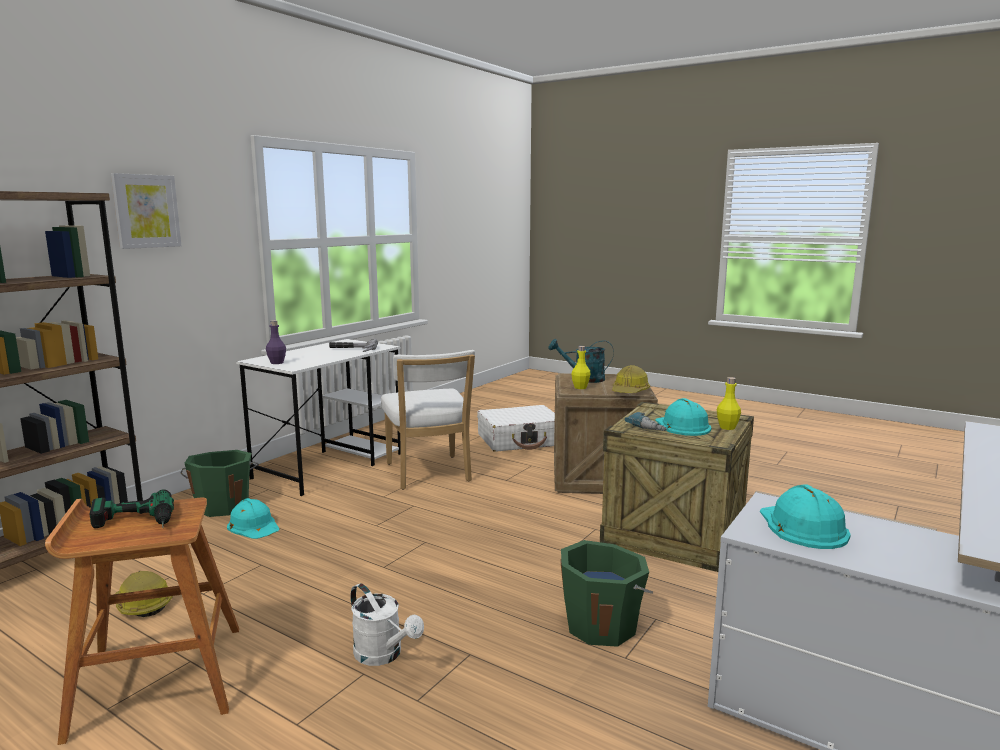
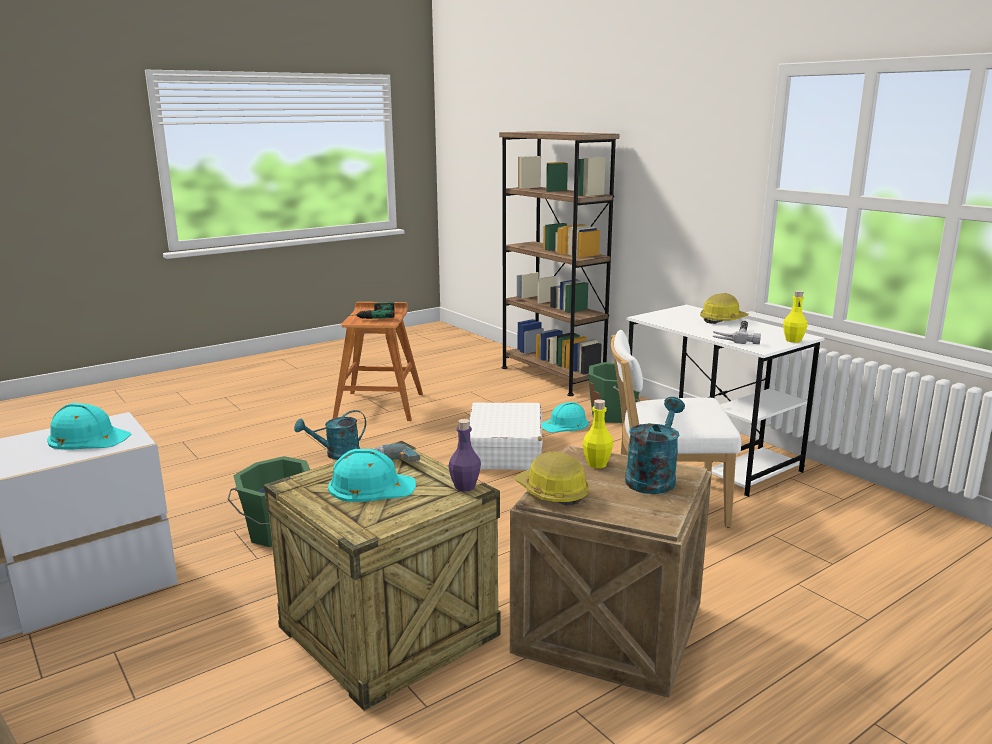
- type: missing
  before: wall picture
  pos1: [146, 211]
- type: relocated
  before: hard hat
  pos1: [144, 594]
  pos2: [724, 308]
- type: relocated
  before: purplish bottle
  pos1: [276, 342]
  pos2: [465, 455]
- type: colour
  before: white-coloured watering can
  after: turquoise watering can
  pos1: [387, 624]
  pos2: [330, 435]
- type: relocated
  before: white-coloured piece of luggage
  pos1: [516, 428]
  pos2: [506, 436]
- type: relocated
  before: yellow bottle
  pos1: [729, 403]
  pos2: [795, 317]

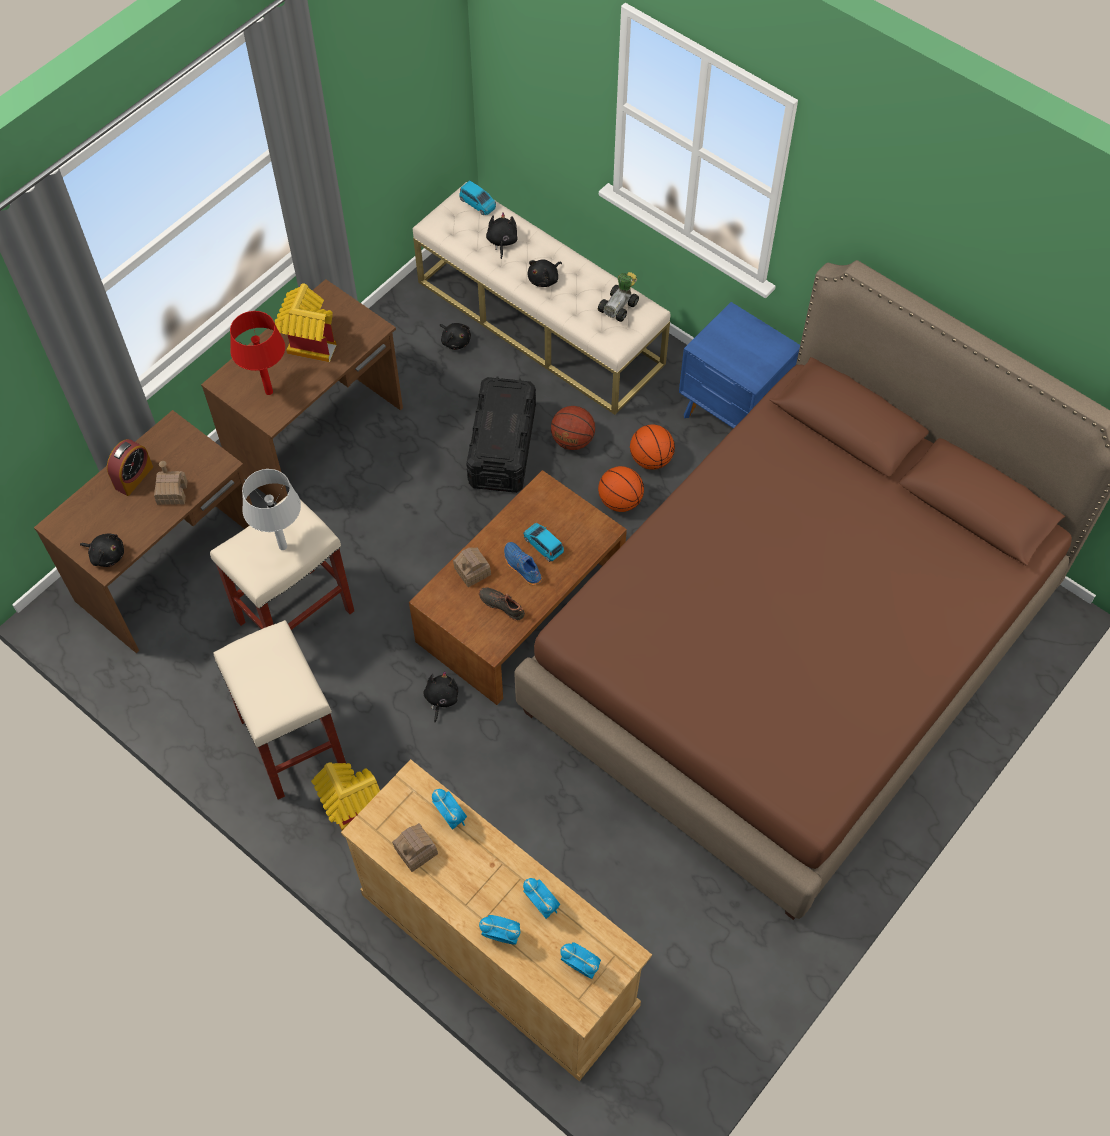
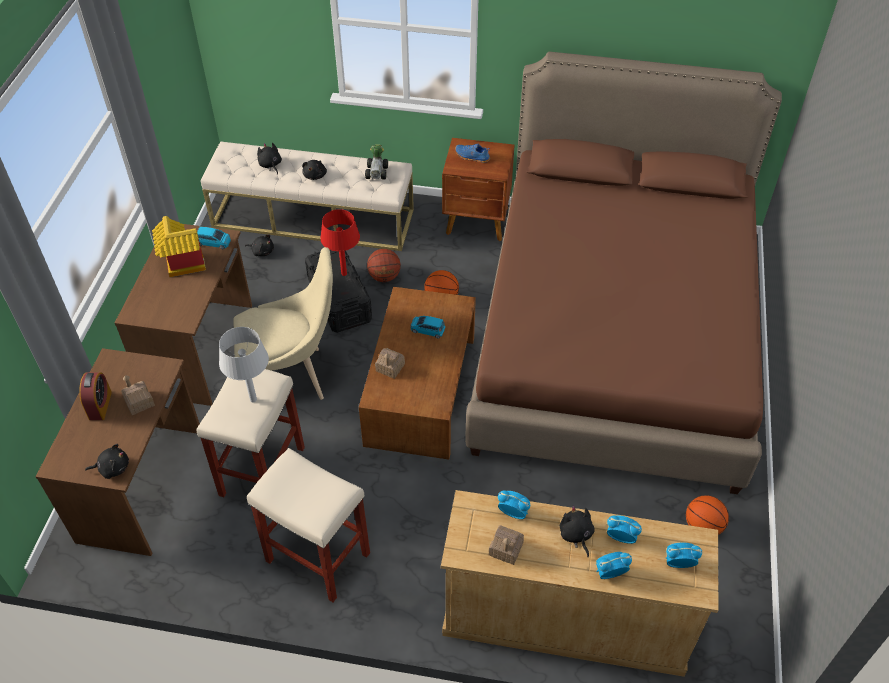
- type: relocated
  before: red-coloured lamp for a table
  pos1: [257, 353]
  pos2: [340, 242]
- type: missing
  before: miniature house
  pos1: [345, 796]
- type: relocated
  before: black cuddly toy
  pos1: [440, 696]
  pos2: [577, 531]
- type: relocated
  before: blue toy car
  pos1: [477, 197]
  pos2: [214, 237]
- type: missing
  before: black item of footwear
  pos1: [502, 604]
- type: relocated
  before: blue item of footwear
  pos1: [523, 563]
  pos2: [472, 153]
- type: relocated
  before: basketball ball
  pos1: [652, 447]
  pos2: [707, 515]
- type: colour
  before: blue night table
  after: brownish night table
  pos1: [739, 365]
  pos2: [478, 189]
- type: appeared
  after: beige-coloured plain chair
  pos2: [283, 323]

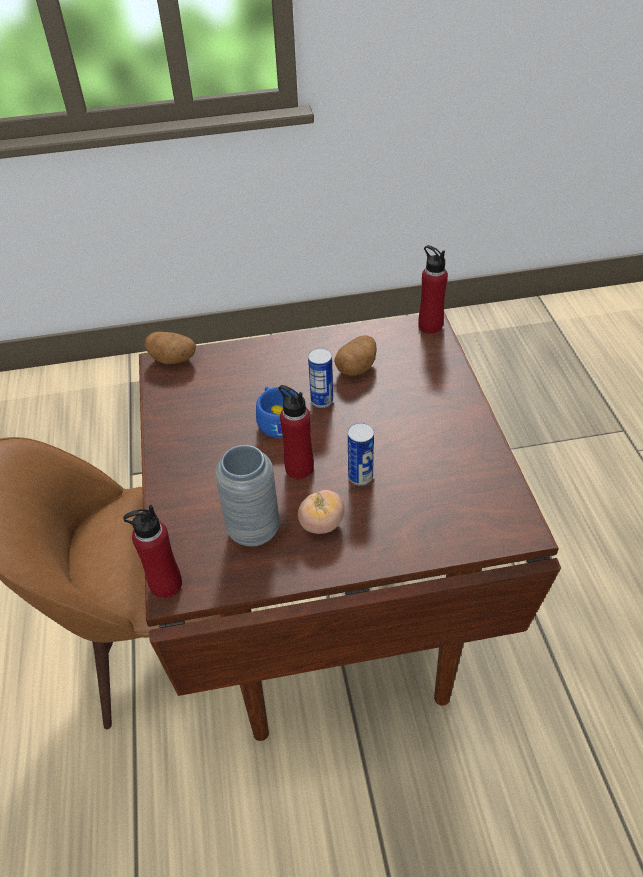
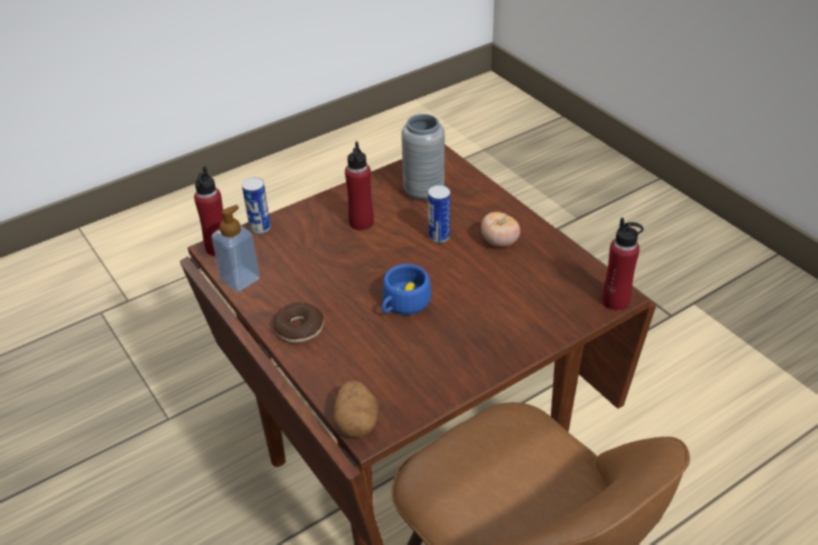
- type: relocated
  before: gray flower vase
  pos1: [247, 496]
  pos2: [423, 157]
- type: relocated
  before: red-coloured bottle
  pos1: [296, 432]
  pos2: [359, 186]
- type: relocated
  before: sealed can
  pos1: [320, 378]
  pos2: [256, 206]
- type: missing
  before: whole potato
  pos1: [355, 355]
- type: appeared
  after: liquid soap bottle
  pos2: [235, 248]
- type: appeared
  after: doughnut
  pos2: [298, 322]

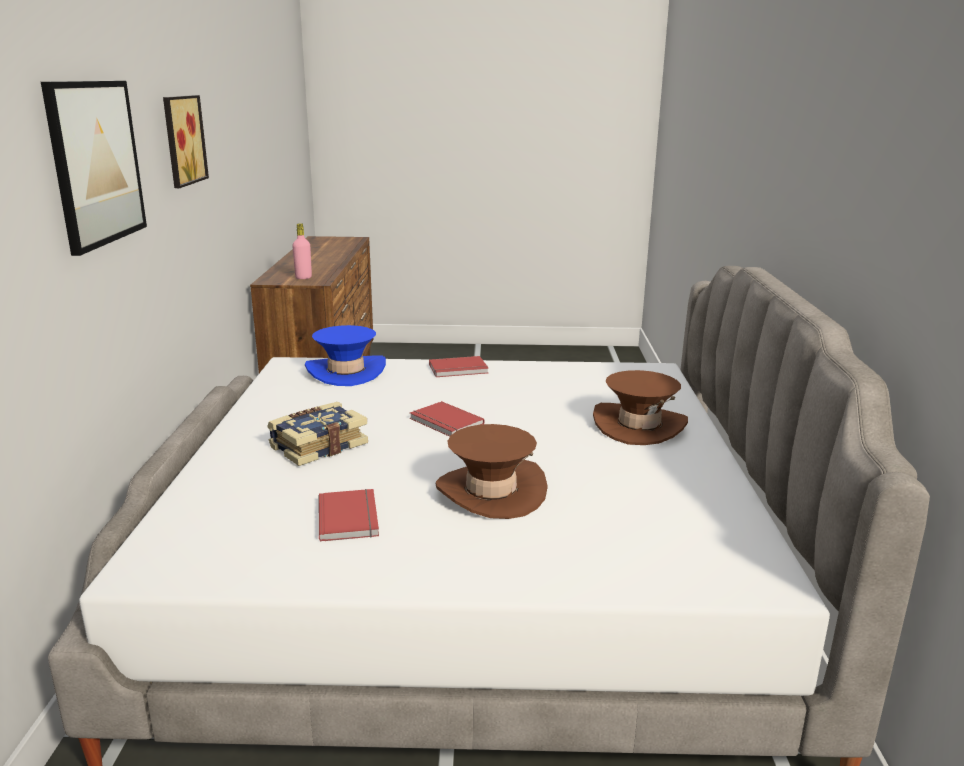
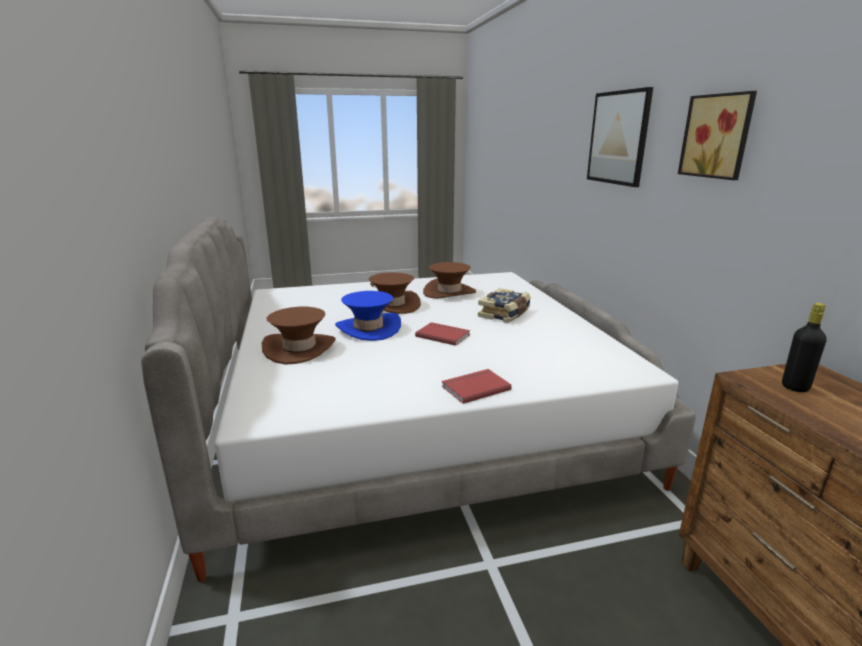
- type: colour
  before: pinkish bottle
  after: black bottle
  pos1: [302, 251]
  pos2: [804, 347]
- type: relocated
  before: blue clothing hat
  pos1: [345, 355]
  pos2: [368, 316]
- type: exchanged
  before: red-coloured bound book
  after: brownish clothing hat
  pos1: [349, 515]
  pos2: [449, 280]

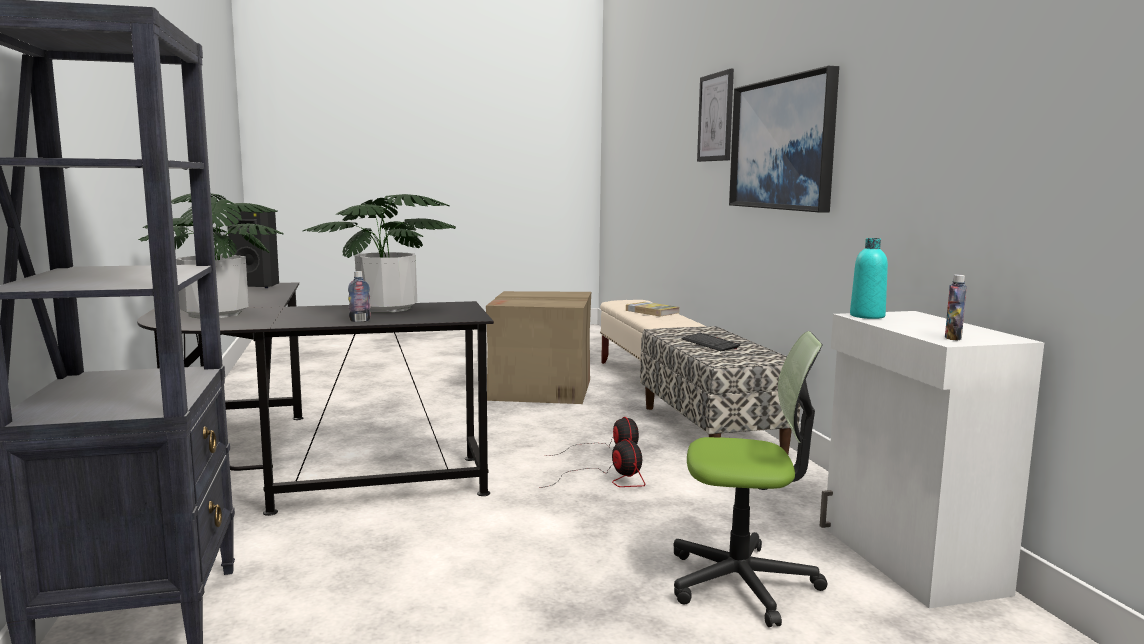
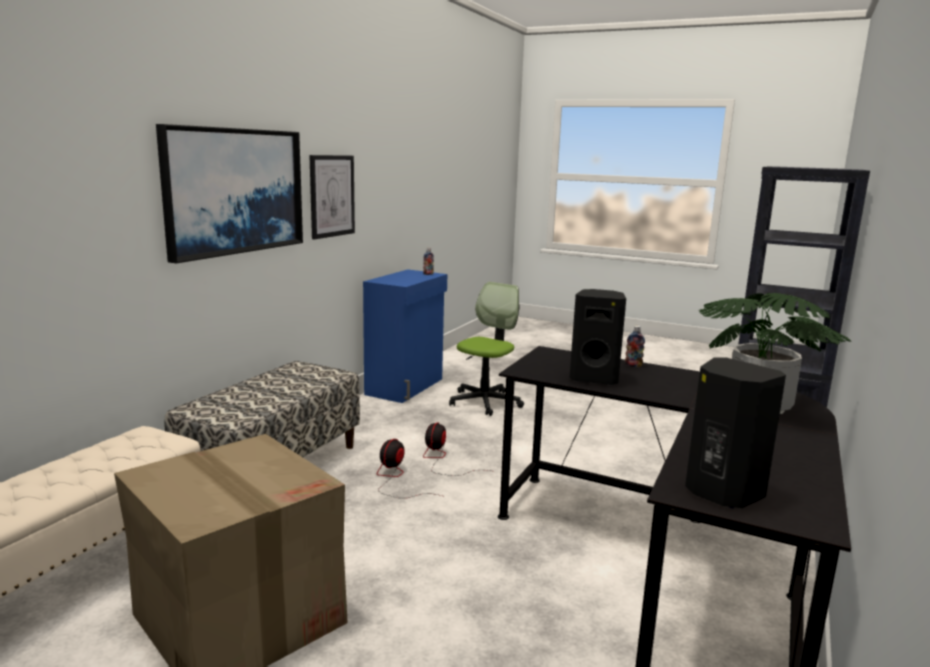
- type: exchanged
  before: potted plant
  after: black speaker
  pos1: [379, 253]
  pos2: [597, 337]
- type: missing
  before: bound book
  pos1: [652, 309]
- type: spun
  before: desk chair
  pos1: [750, 479]
  pos2: [486, 349]
  turn: 75
- type: missing
  before: keyboard
  pos1: [710, 342]
- type: relocated
  before: wall picture
  pos1: [715, 115]
  pos2: [332, 197]
- type: colour
  before: white-coloured cabinet
  after: blue cabinet
  pos1: [932, 460]
  pos2: [405, 336]
- type: missing
  before: turquoise bottle
  pos1: [869, 278]

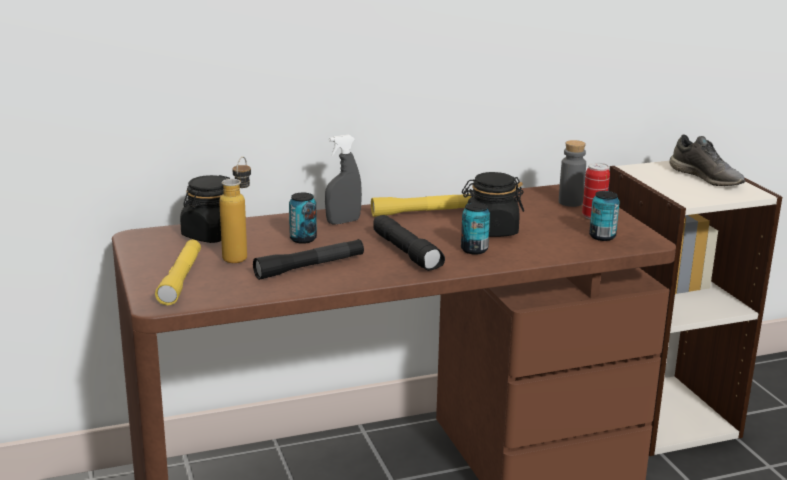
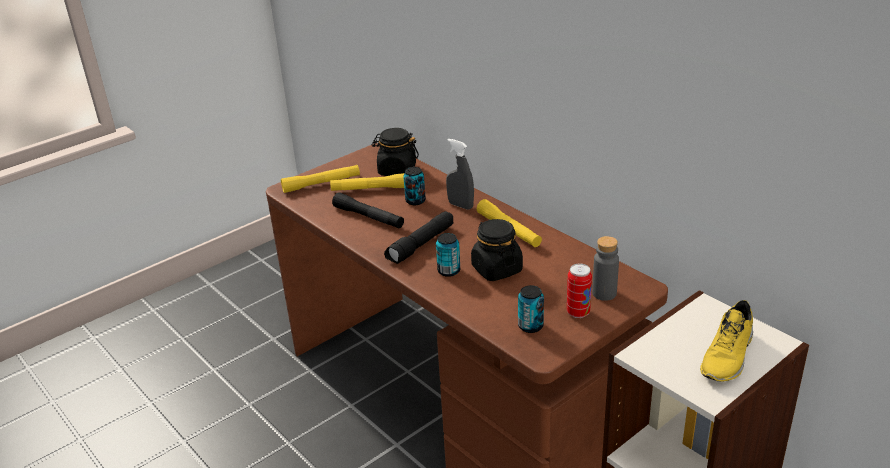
- type: exchanged
  before: bottle
  after: yellow flashlight
  pos1: [235, 210]
  pos2: [367, 182]
- type: colour
  before: gray item of footwear
  after: yellow item of footwear
  pos1: [707, 160]
  pos2: [726, 341]

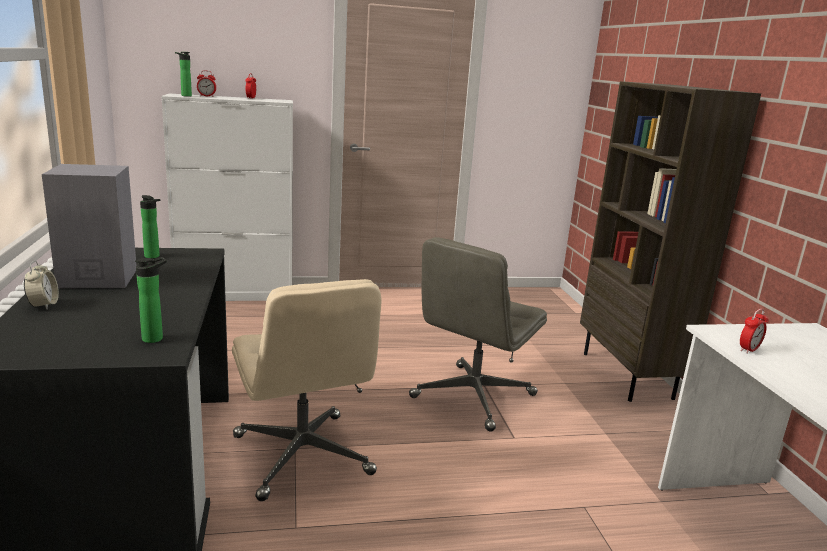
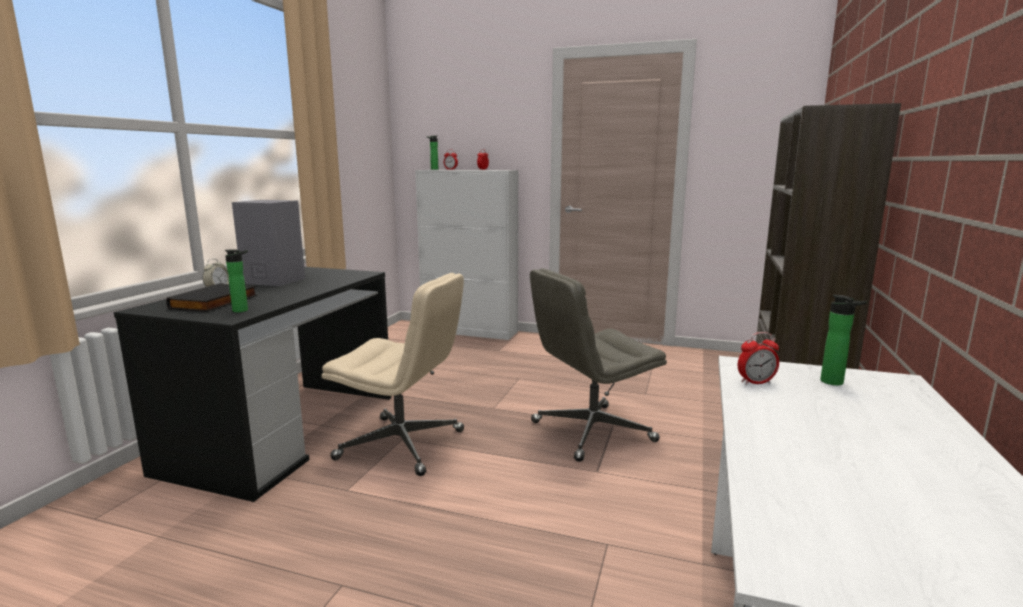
- type: relocated
  before: bottle
  pos1: [150, 226]
  pos2: [843, 340]
- type: spun
  before: beige-coloured desk chair
  pos1: [307, 390]
  pos2: [393, 374]
  turn: -75
- type: appeared
  after: black bound book
  pos2: [212, 297]

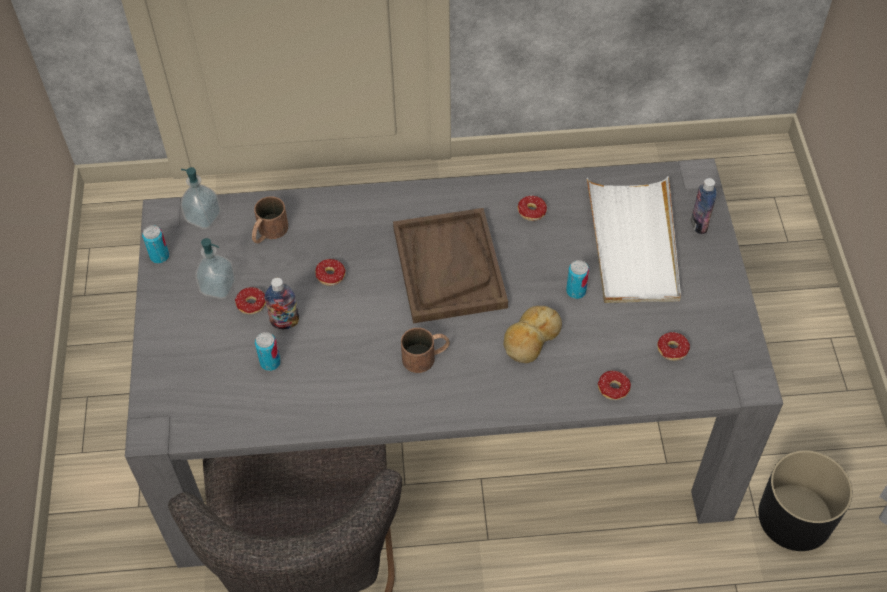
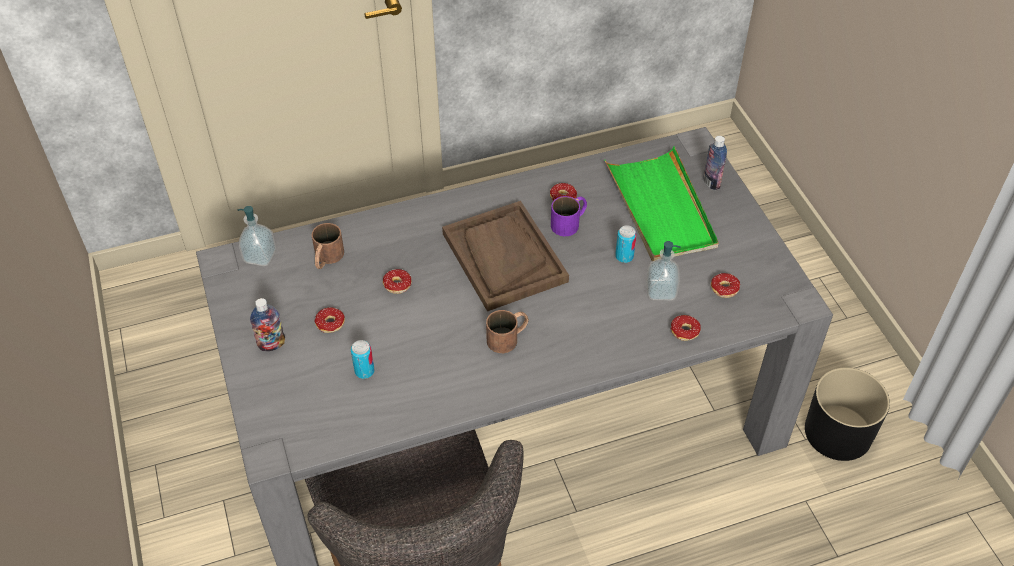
- type: missing
  before: sealed can
  pos1: [155, 244]
- type: relocated
  before: liquid soap bottle
  pos1: [215, 268]
  pos2: [663, 271]
- type: relocated
  before: bottle
  pos1: [282, 303]
  pos2: [267, 324]
- type: missing
  before: bakery bread
  pos1: [532, 334]
- type: colour
  before: white-coloured tray
  after: green tray
  pos1: [634, 239]
  pos2: [662, 203]
- type: appeared
  after: purplish coffee mug
  pos2: [569, 216]

